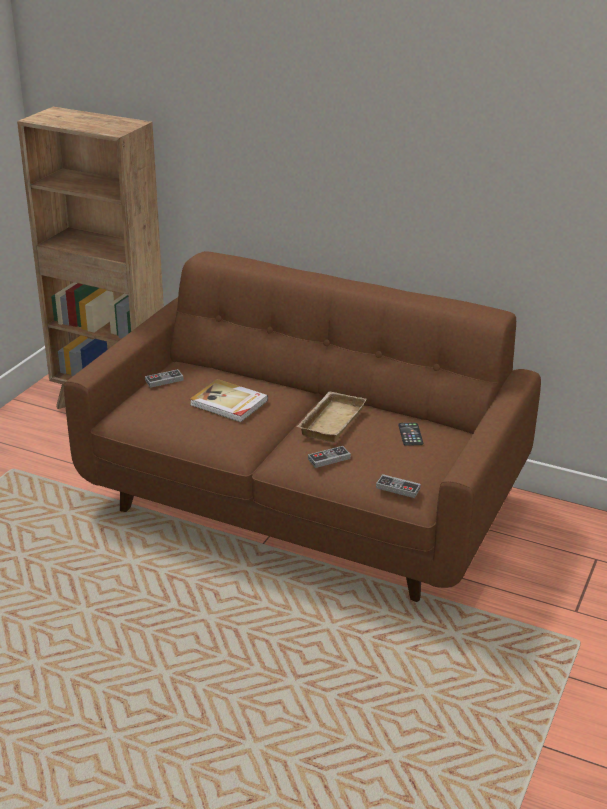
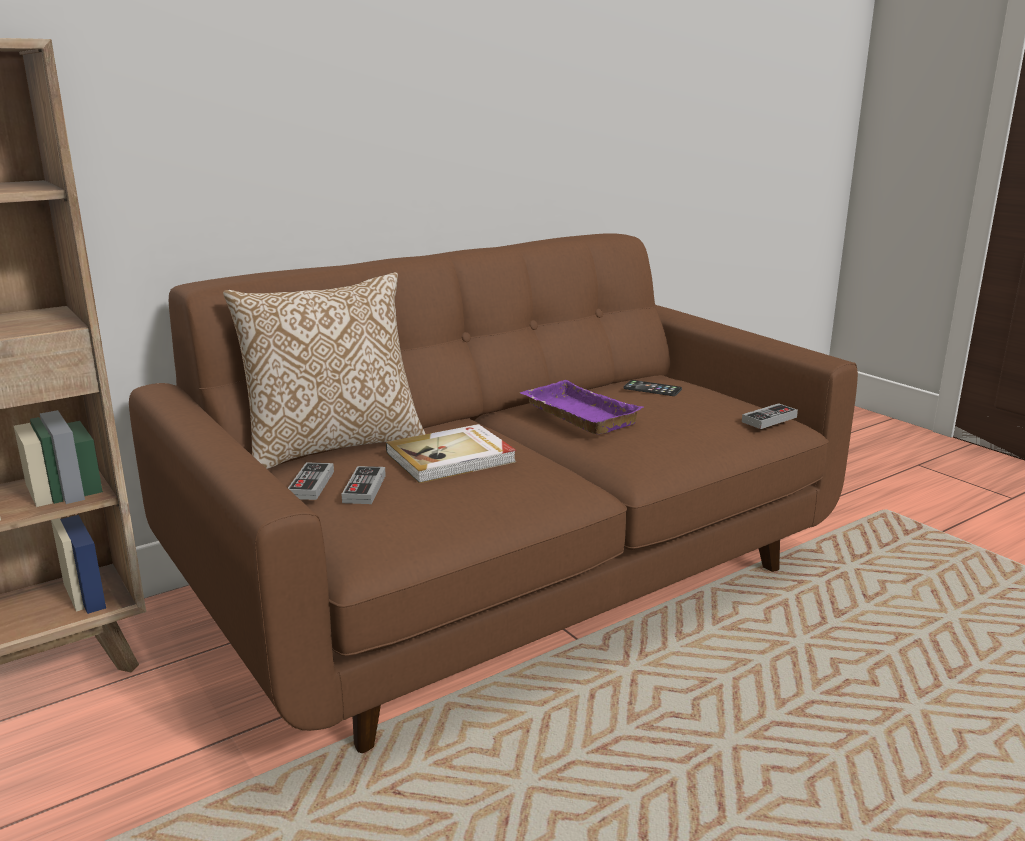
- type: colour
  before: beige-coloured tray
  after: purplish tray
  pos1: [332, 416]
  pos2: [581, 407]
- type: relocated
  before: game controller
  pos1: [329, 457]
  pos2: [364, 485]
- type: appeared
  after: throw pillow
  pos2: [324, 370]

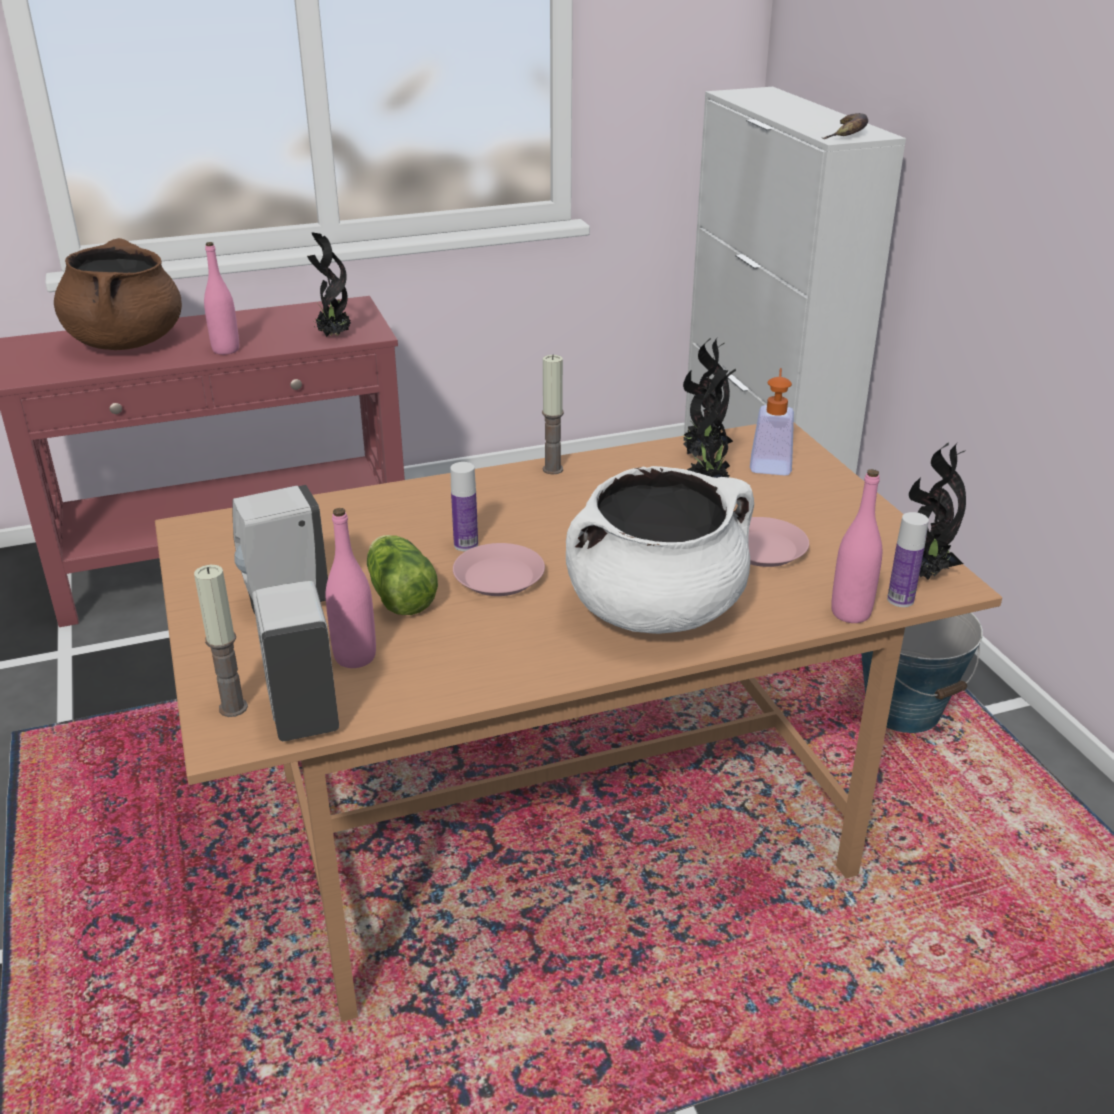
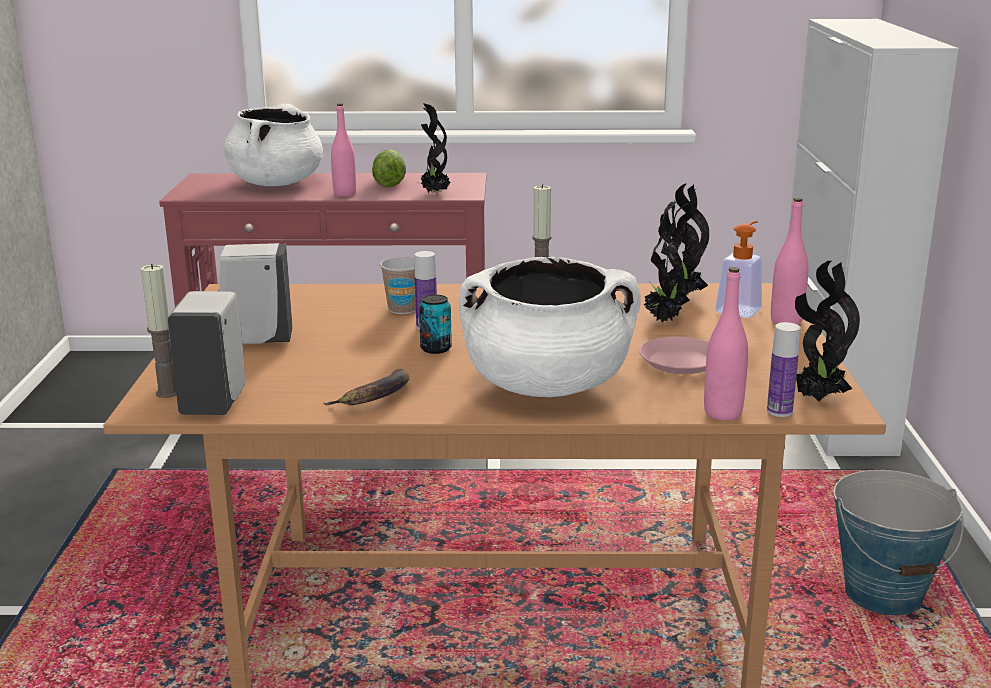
- type: colour
  before: brownish saucepot
  after: white-coloured saucepot
  pos1: [118, 294]
  pos2: [273, 145]
- type: relocated
  before: pinkish bottle
  pos1: [351, 588]
  pos2: [790, 261]
- type: relocated
  before: lettuce
  pos1: [402, 575]
  pos2: [389, 168]
- type: exchanged
  before: pinkish flat dish
  after: sealed can
  pos1: [499, 569]
  pos2: [435, 324]
- type: relocated
  before: whole banana
  pos1: [845, 126]
  pos2: [366, 387]
- type: appeared
  after: small cup
  pos2: [398, 285]

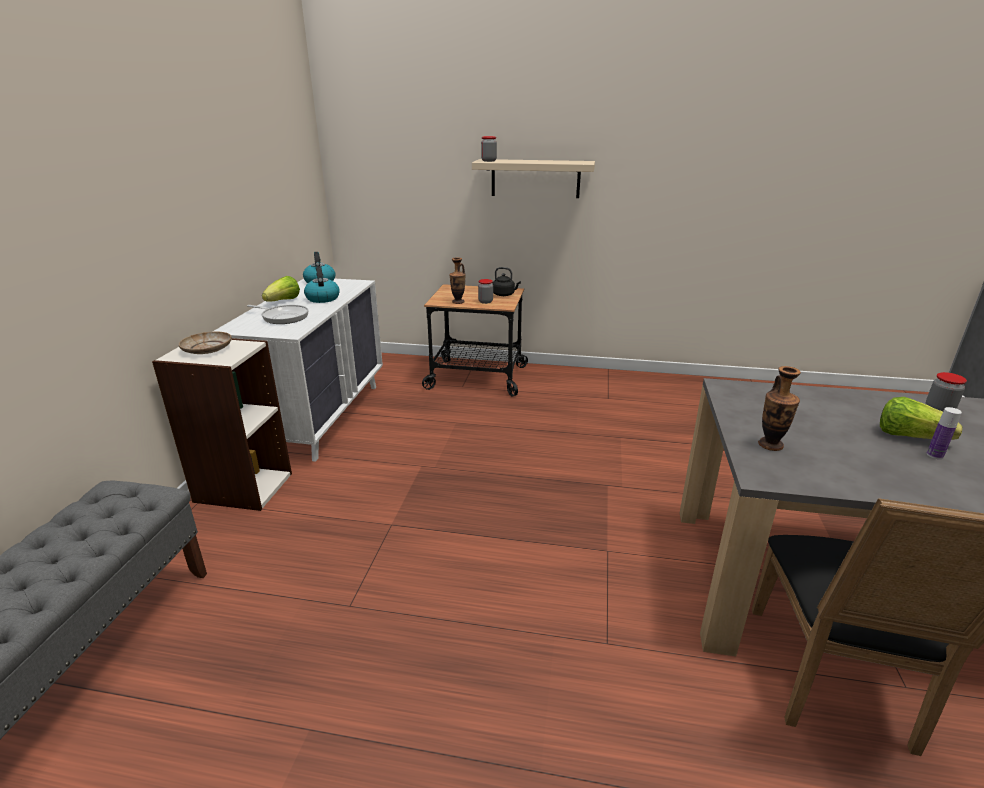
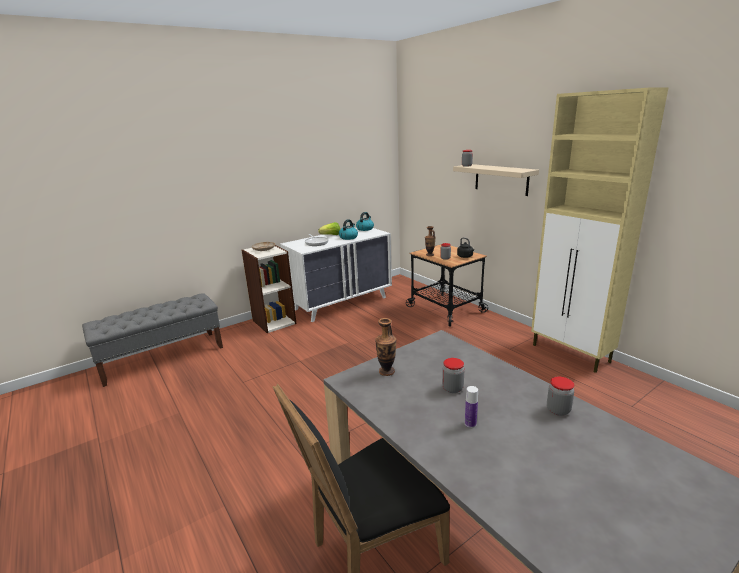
- type: missing
  before: lettuce
  pos1: [921, 418]
- type: appeared
  after: jar
  pos2: [453, 375]
- type: appeared
  after: beige-coloured cabinet
  pos2: [600, 230]

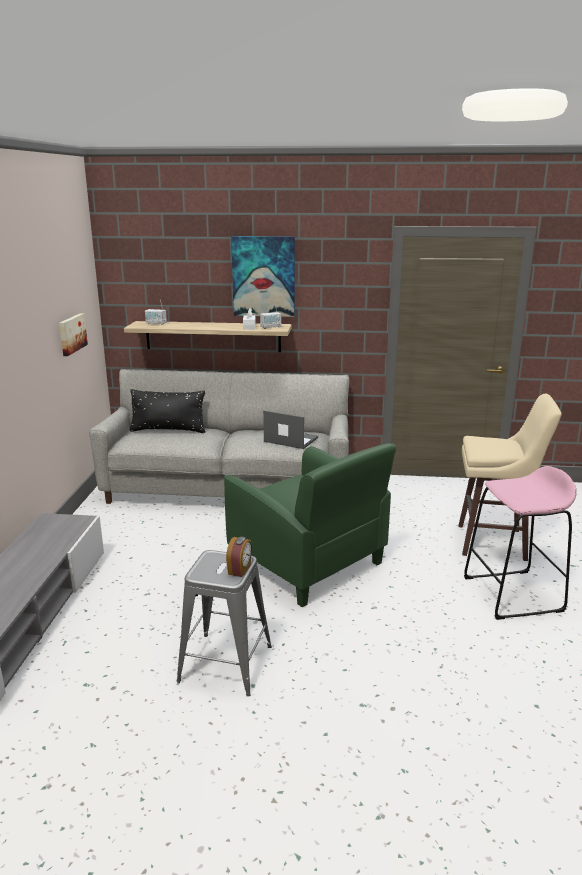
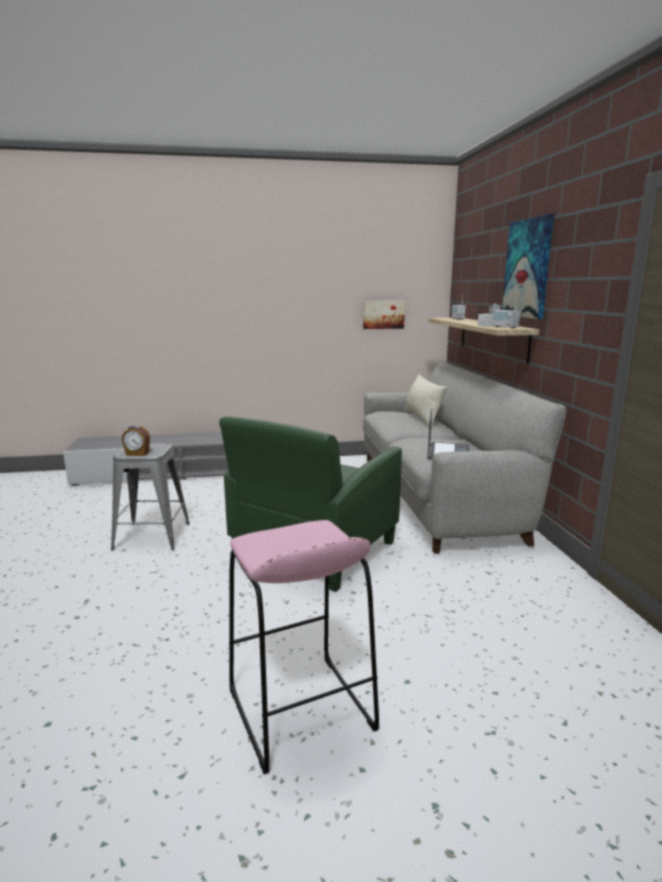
- type: colour
  before: black throw pillow
  after: beige-coloured throw pillow
  pos1: [168, 411]
  pos2: [426, 400]
- type: missing
  before: beige-coloured sitting stool
  pos1: [510, 477]

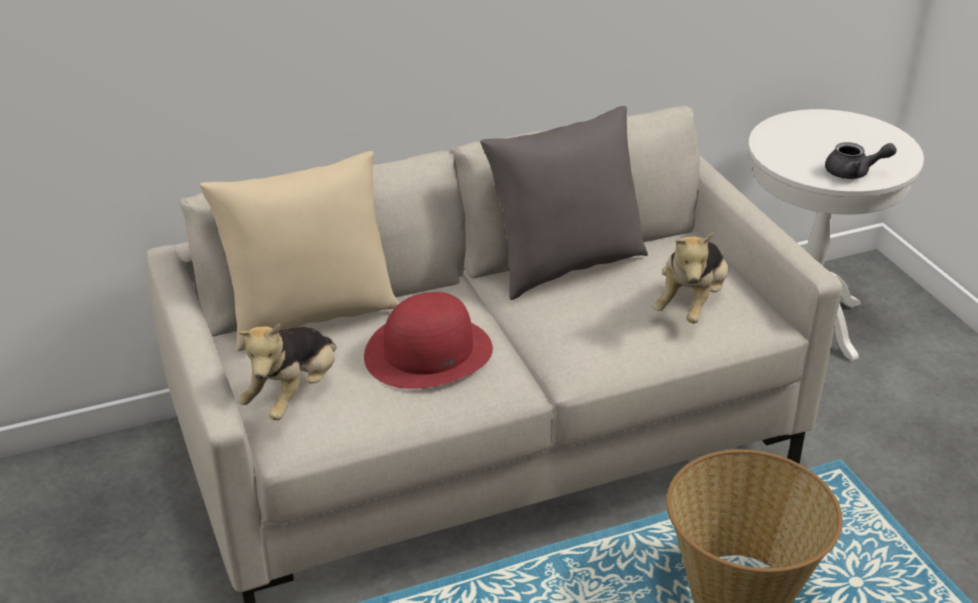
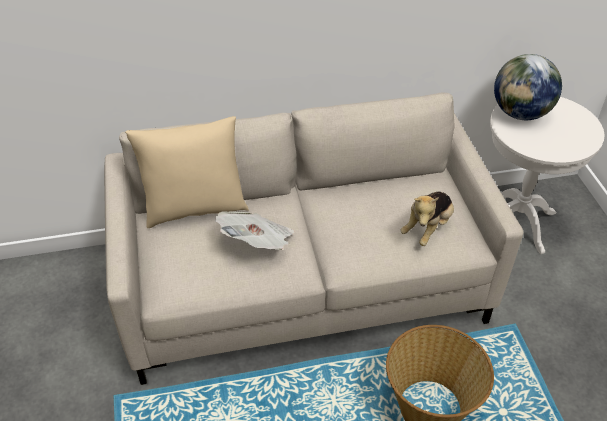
- type: missing
  before: cuddly toy
  pos1: [287, 372]
- type: exchanged
  before: red-coloured clothing hat
  after: daily paper
  pos1: [428, 340]
  pos2: [255, 230]
- type: missing
  before: gray throw pillow
  pos1: [564, 203]
- type: missing
  before: gray teapot
  pos1: [861, 160]
- type: appeared
  after: world globe
  pos2: [528, 87]

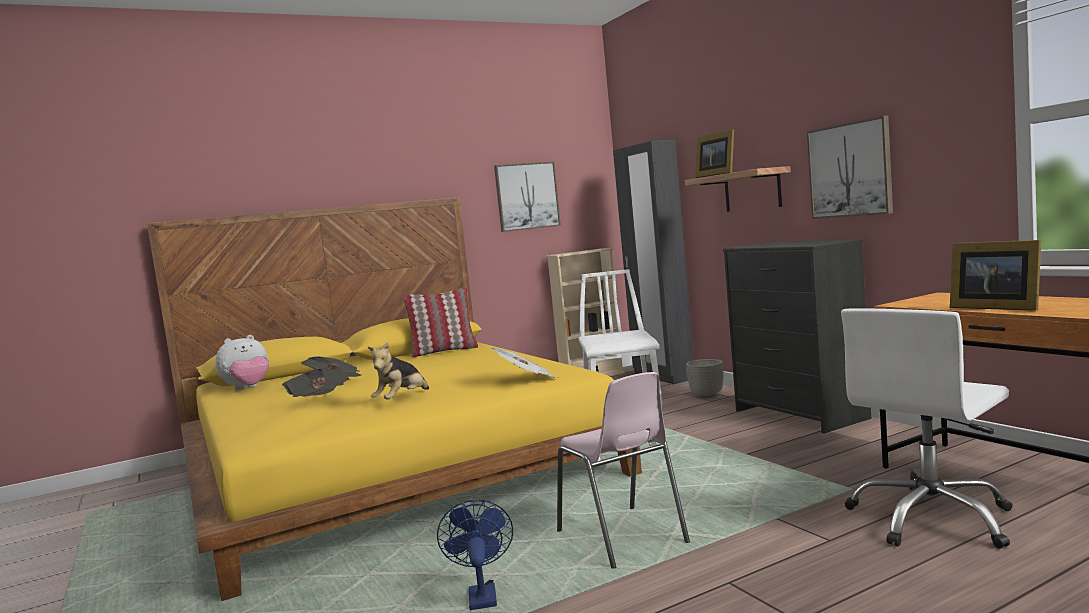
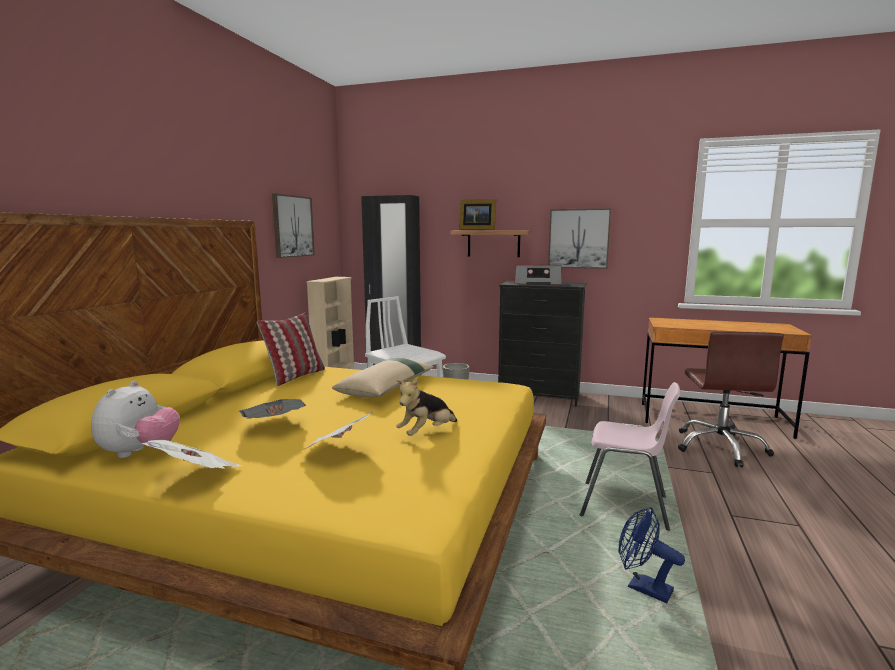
- type: spun
  before: cuddly toy
  pos1: [398, 371]
  pos2: [426, 407]
  turn: 60
- type: relocated
  before: daily paper
  pos1: [523, 362]
  pos2: [192, 454]
- type: colour
  before: white-coloured desk chair
  after: brownish desk chair
  pos1: [926, 428]
  pos2: [731, 399]
- type: missing
  before: standing frame
  pos1: [995, 275]
- type: appeared
  after: beige-coloured throw pillow
  pos2: [383, 377]
- type: appeared
  after: radio receiver
  pos2: [538, 275]

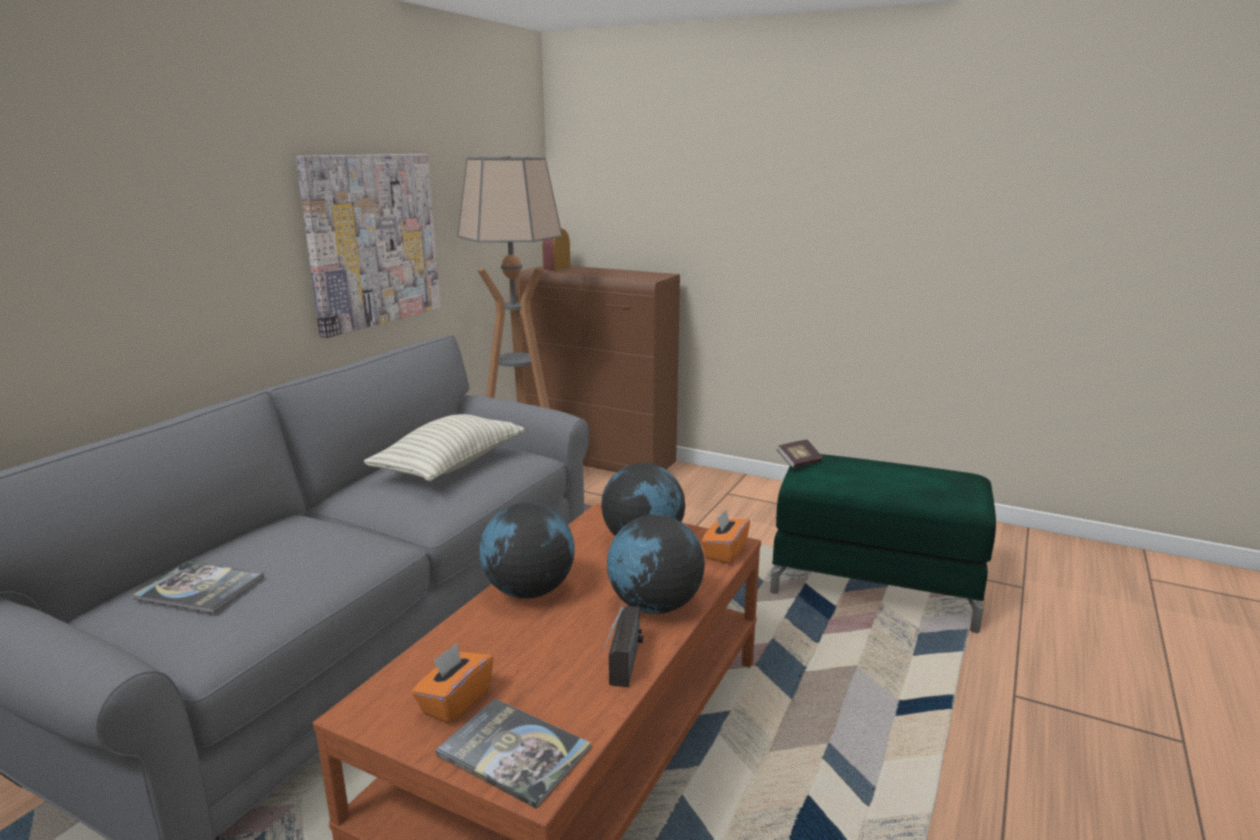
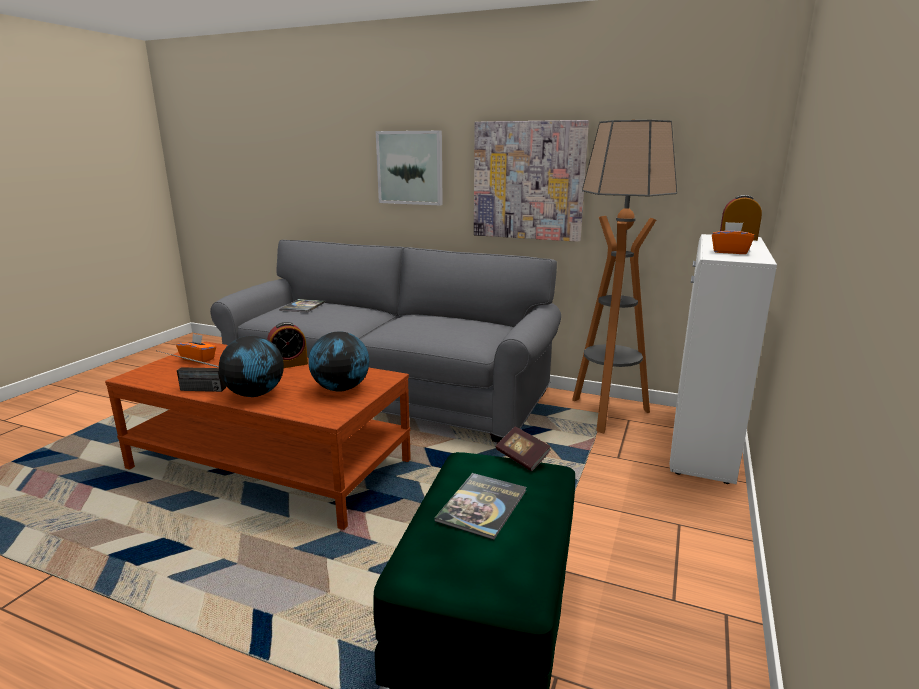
- type: missing
  before: throw pillow
  pos1: [444, 448]
- type: relocated
  before: bound book
  pos1: [513, 753]
  pos2: [480, 506]
- type: exchanged
  before: world globe
  after: alarm clock
  pos1: [527, 551]
  pos2: [287, 345]
- type: colour
  before: brownish cabinet
  after: white-coloured cabinet
  pos1: [600, 369]
  pos2: [723, 359]
- type: relocated
  before: orangey tissue holder
  pos1: [725, 537]
  pos2: [733, 238]
- type: appeared
  after: wall picture
  pos2: [409, 168]

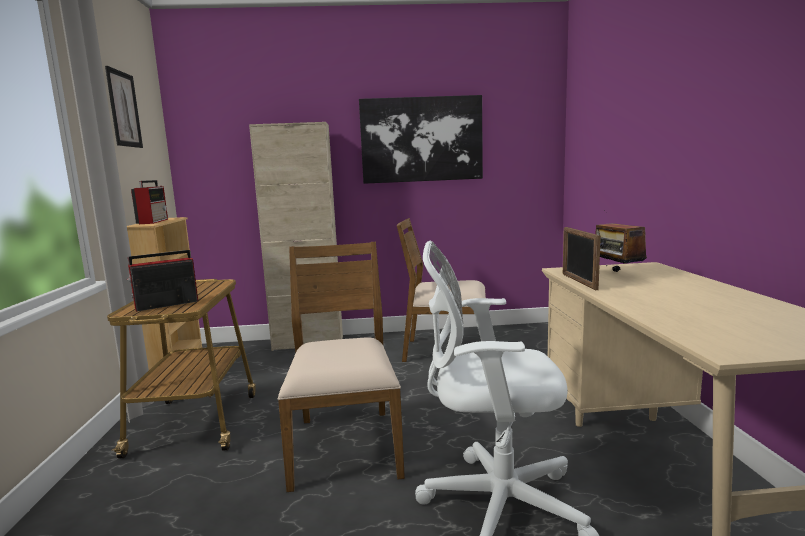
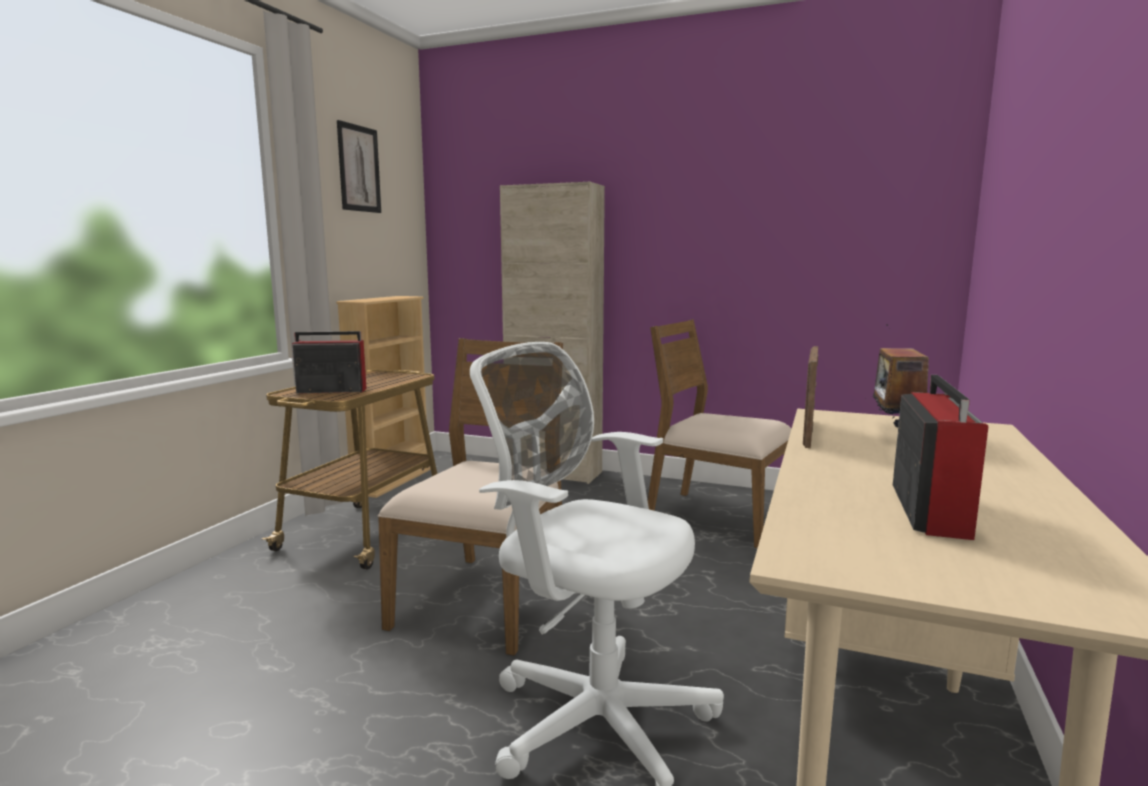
- type: relocated
  before: radio receiver
  pos1: [149, 202]
  pos2: [940, 457]
- type: missing
  before: wall picture
  pos1: [421, 139]

